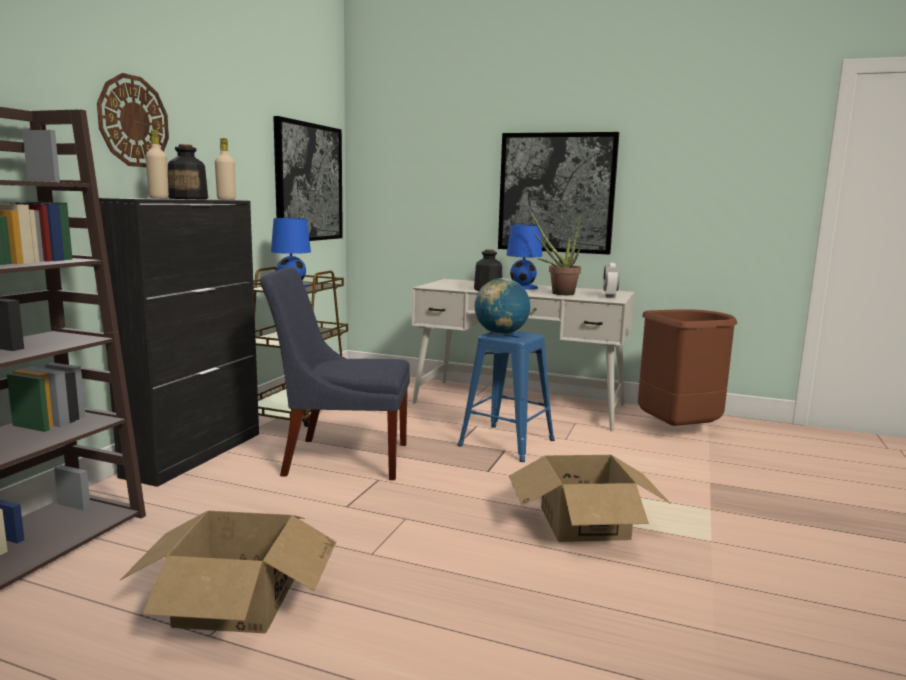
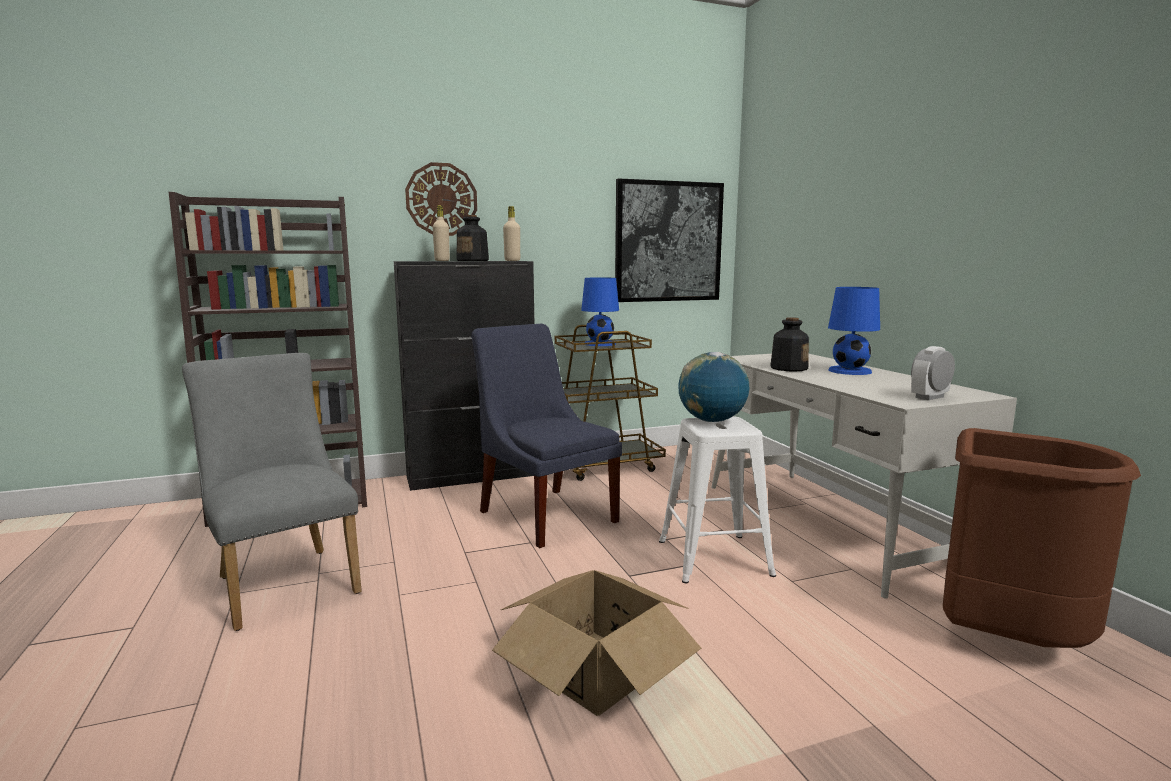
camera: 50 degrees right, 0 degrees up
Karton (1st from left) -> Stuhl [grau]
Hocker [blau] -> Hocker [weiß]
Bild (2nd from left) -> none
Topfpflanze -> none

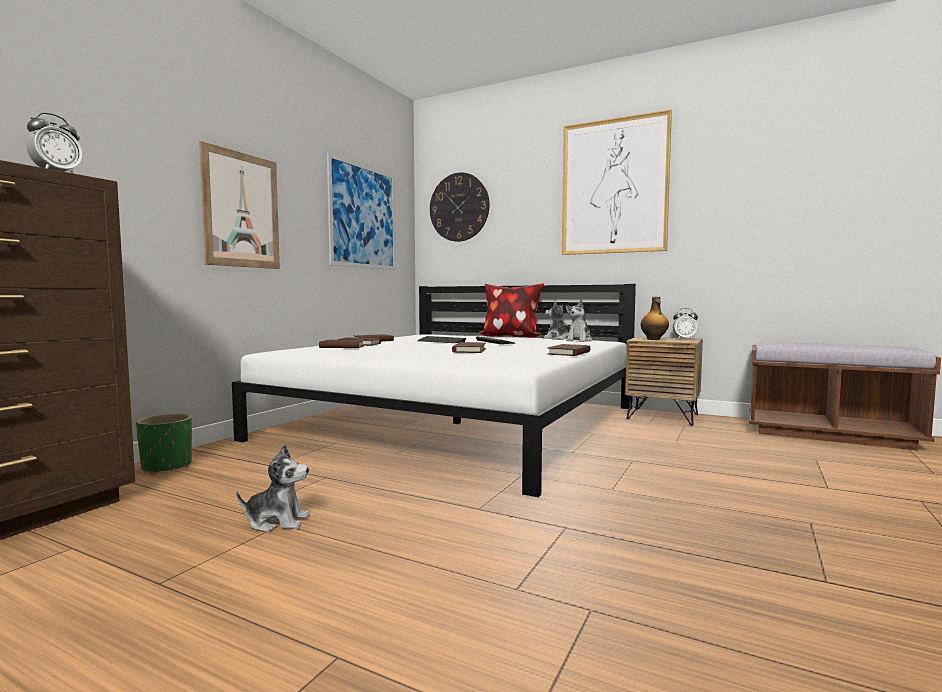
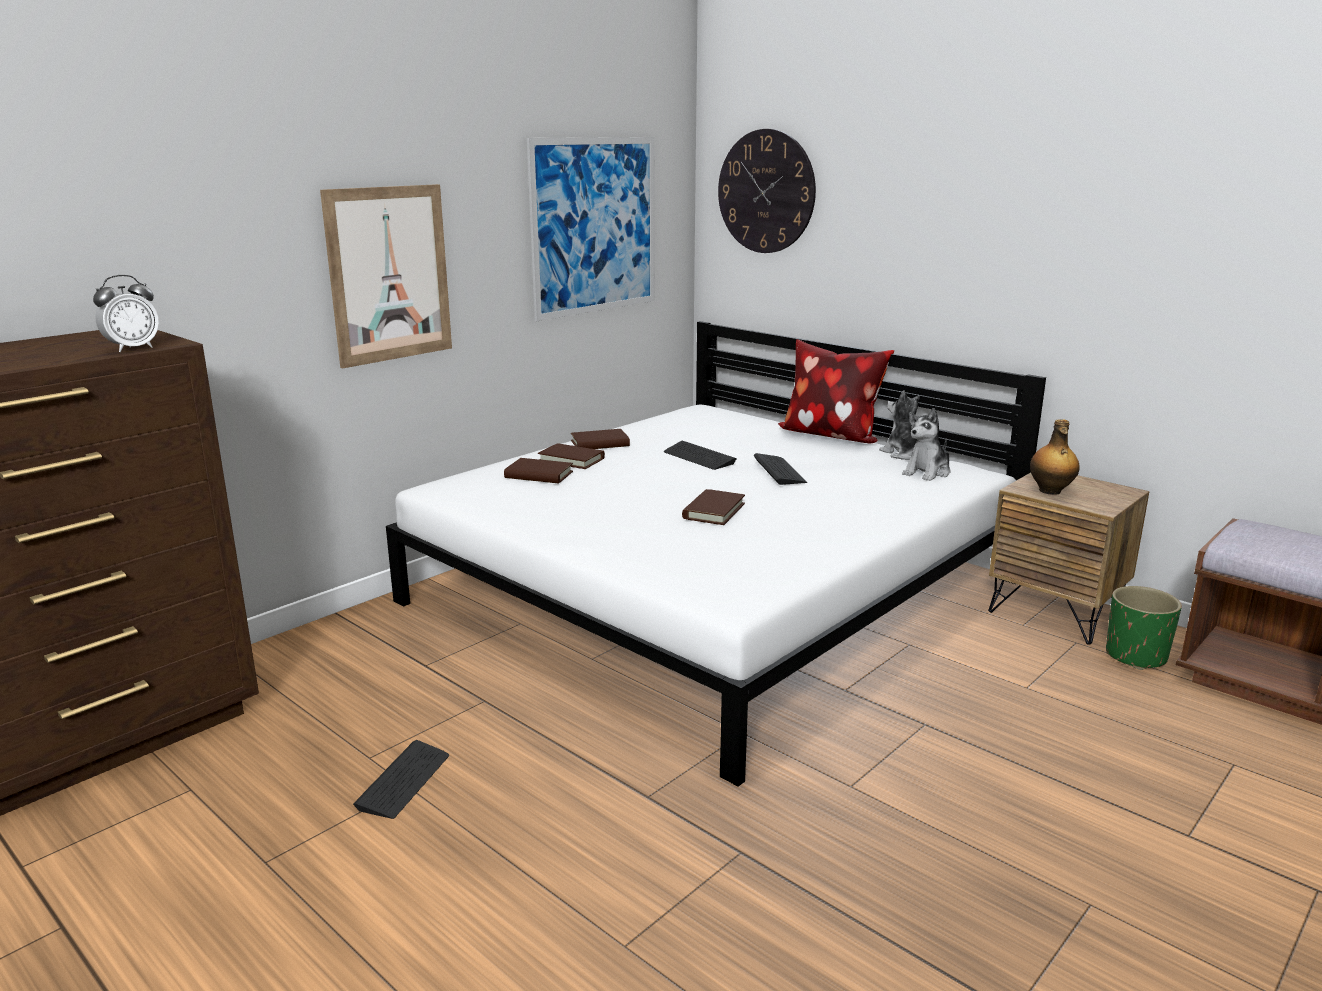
camera: 15 degrees right, 15 degrees up
Pflanzkübel [grün], moved
Plüschtier (1st from left) -> Tastatur (1st from left)
Buch [braun] (5th from left) -> none
Bild (3rd from left) -> none
Wecker (2nd from left) -> none

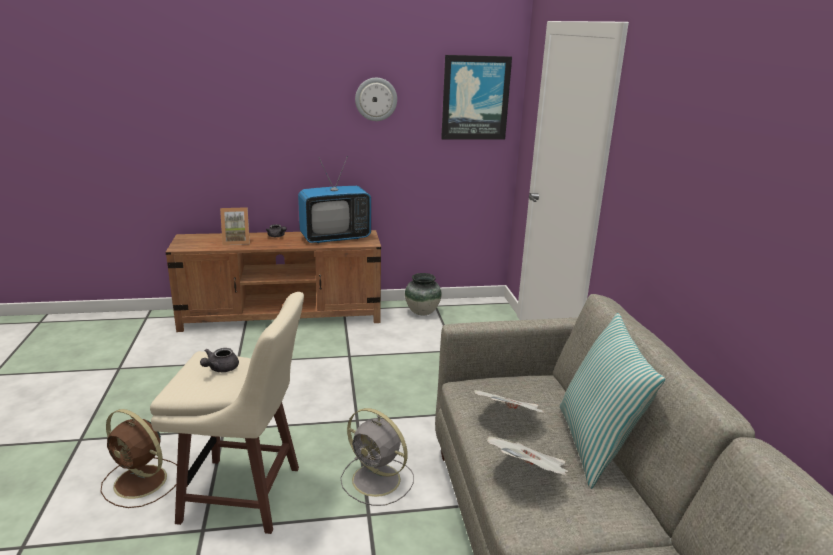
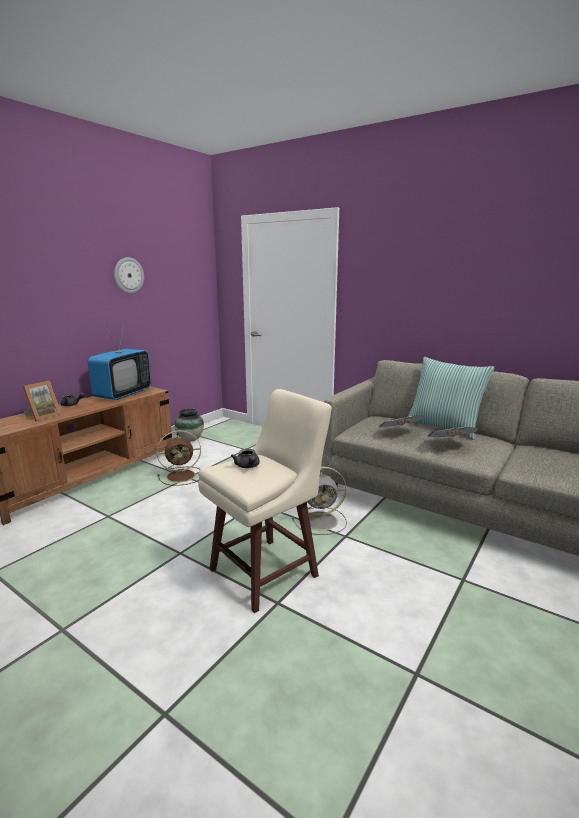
camera: 45 degrees left, 5 degrees down
Ventilator [braun], moved
Bild -> none

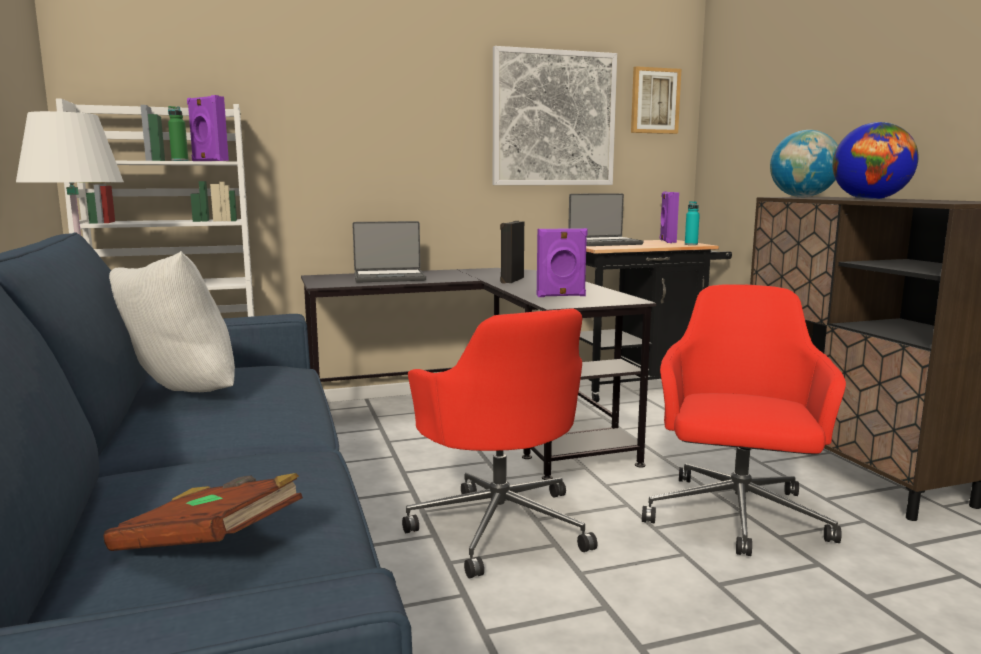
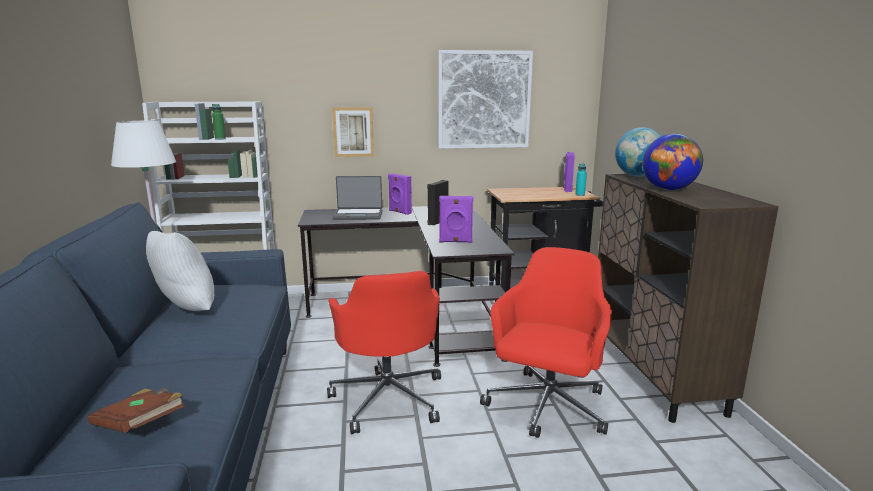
camera: 10 degrees right, 5 degrees up
Lautsprecher [lila] (1st from left), moved
Laptop (2nd from left) -> none
Bild (2nd from left in the first image) -> Bild (1st from left), moved

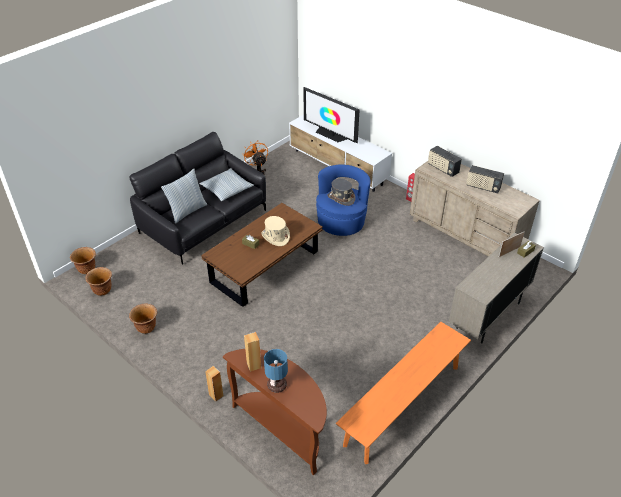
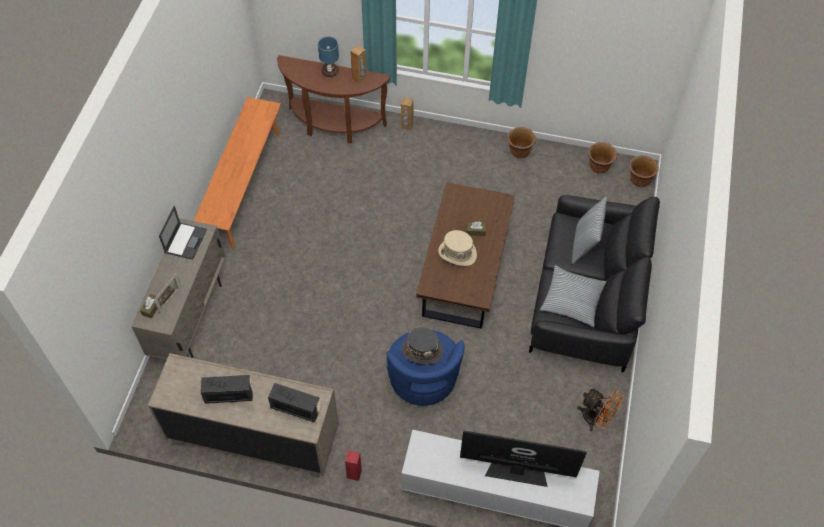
camera: 150 degrees right, 15 degrees up
none -> Laptop

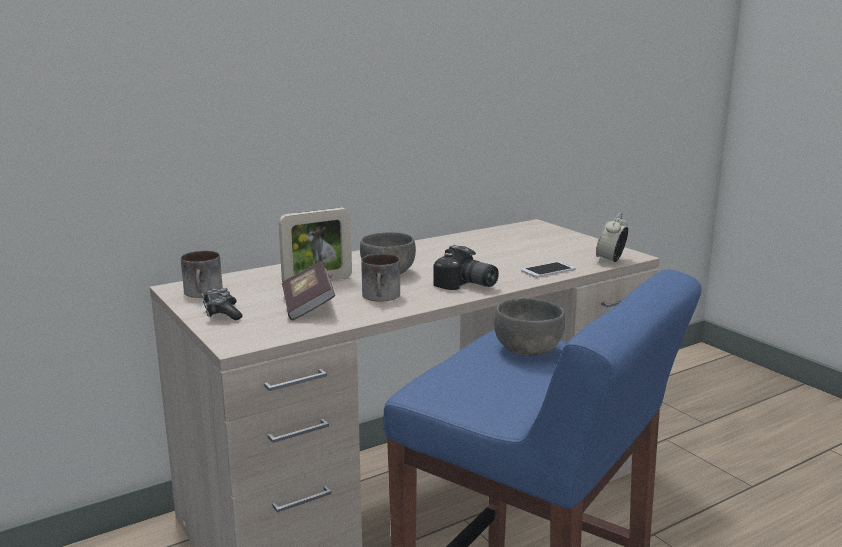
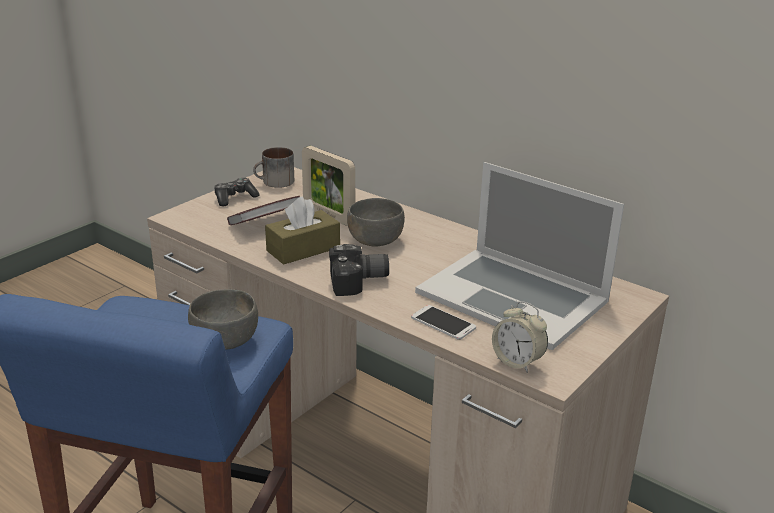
camera: 70 degrees right, 10 degrees up
Henkelbecher (2nd from left) -> Taschentuchbox [braun]
Kamera, 120 degrees counterclockwise
Wecker, 150 degrees counterclockwise
none -> Laptop

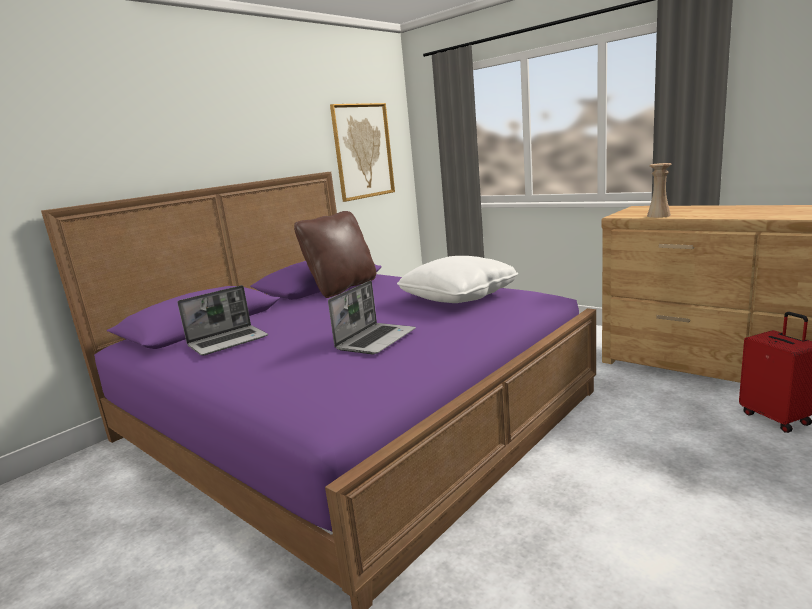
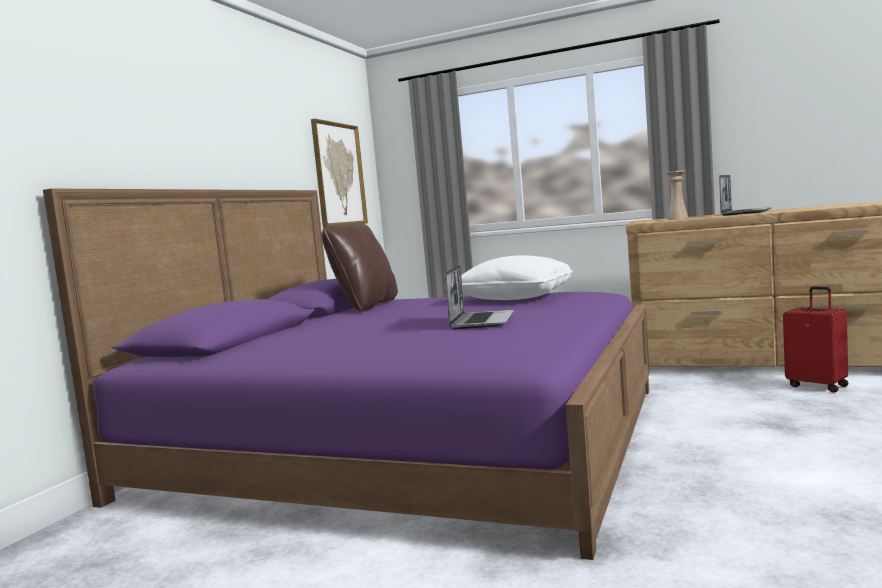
camera: 20 degrees left, 10 degrees down
Laptop (1st from left in the first image) -> Laptop (2nd from left), moved

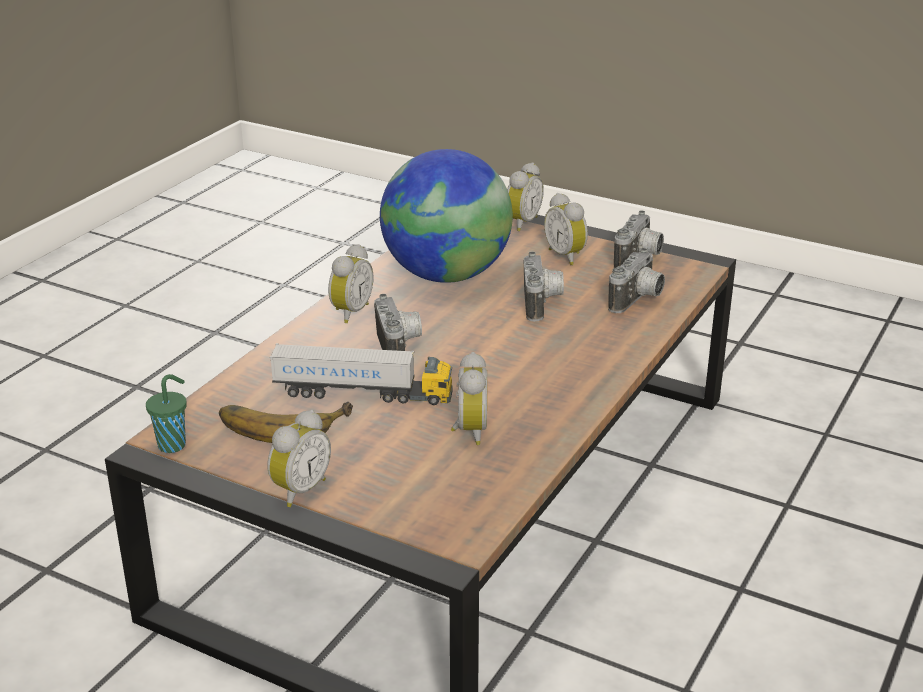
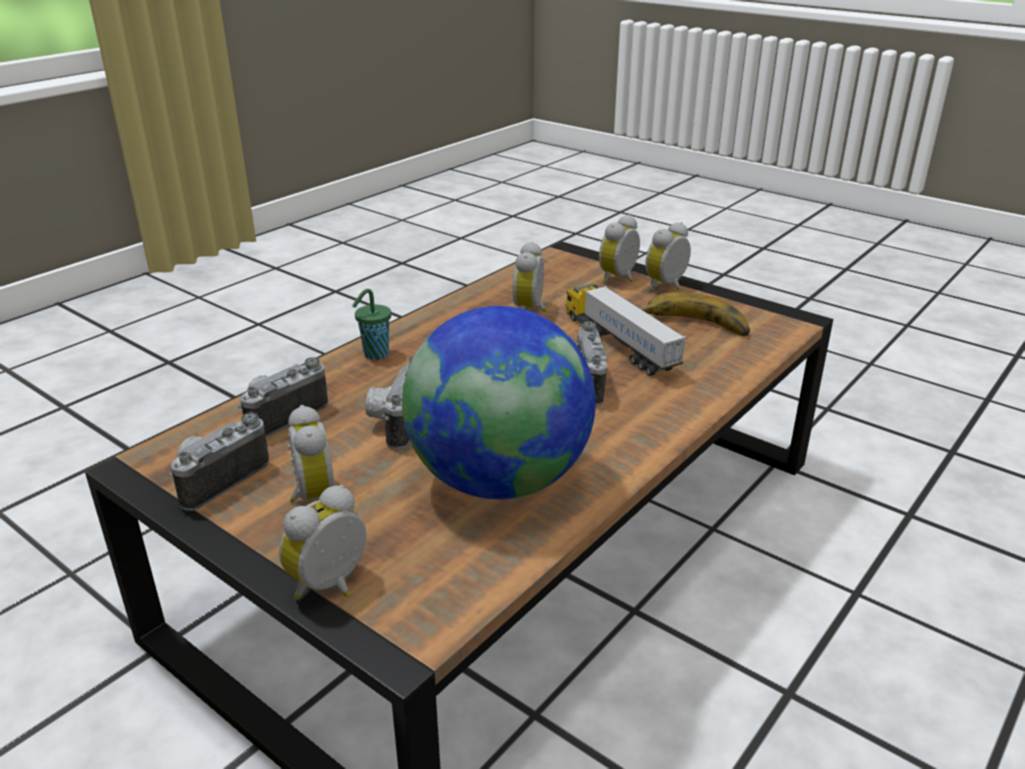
camera: 170 degrees left, 0 degrees up
Tasse [grün], moved
Spielzeuglaster, 45 degrees clockwise
Wecker (2nd from left in the first image) -> Wecker (4th from left), moved

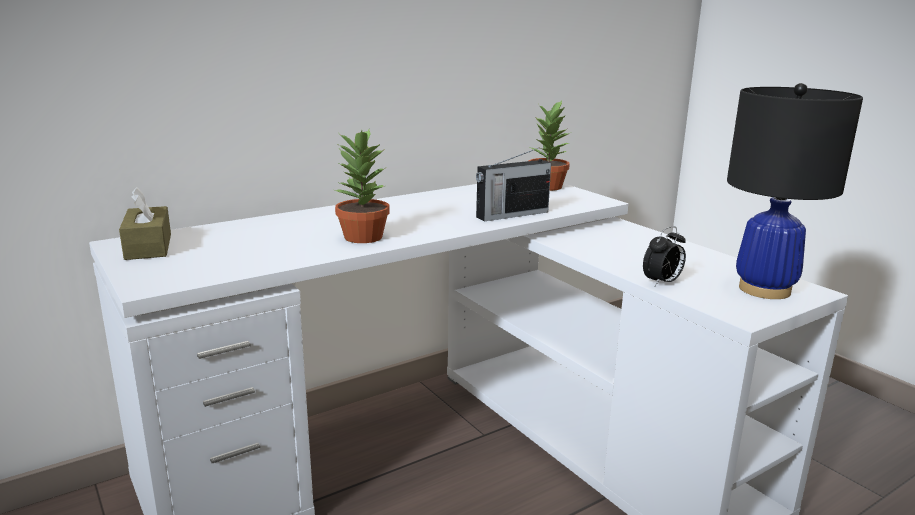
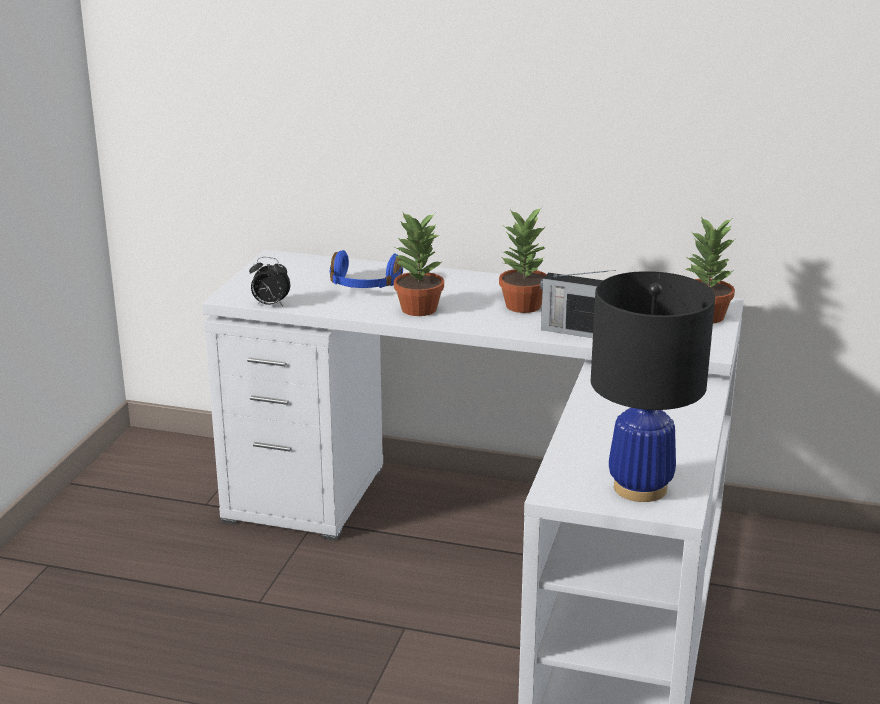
camera: 50 degrees right, 5 degrees up
Taschentuchbox [braun] -> none
Wecker, moved
none -> Kopfhörer [blau]
none -> Topfpflanze (2nd from left)

